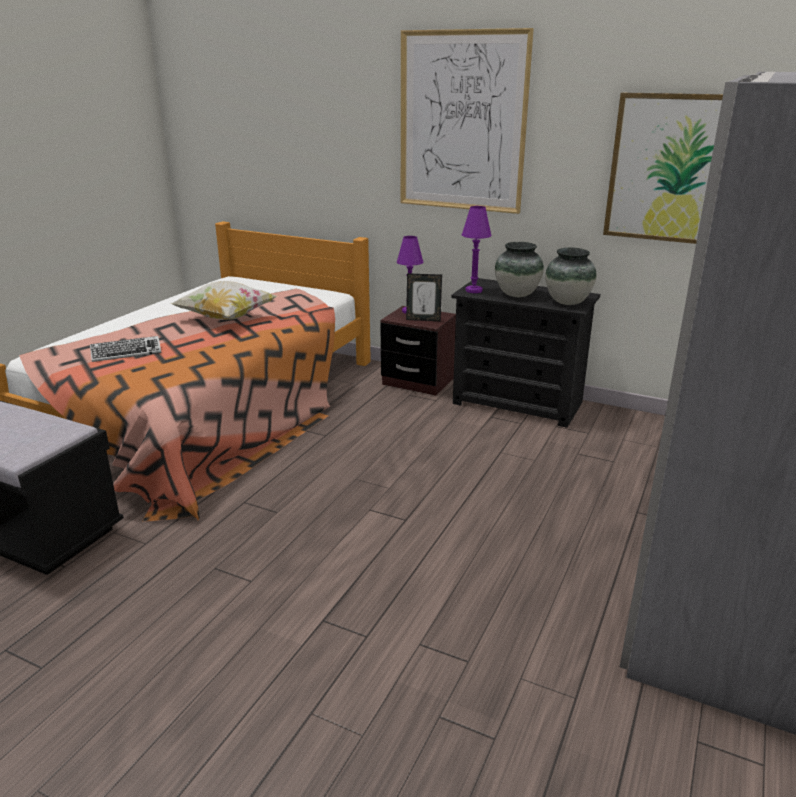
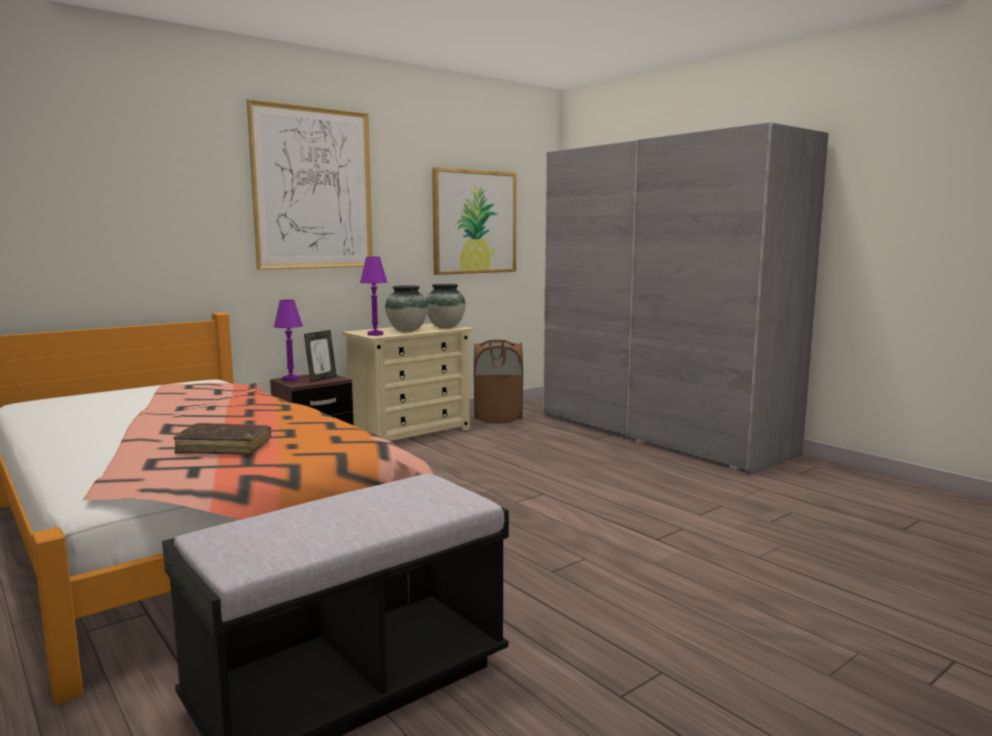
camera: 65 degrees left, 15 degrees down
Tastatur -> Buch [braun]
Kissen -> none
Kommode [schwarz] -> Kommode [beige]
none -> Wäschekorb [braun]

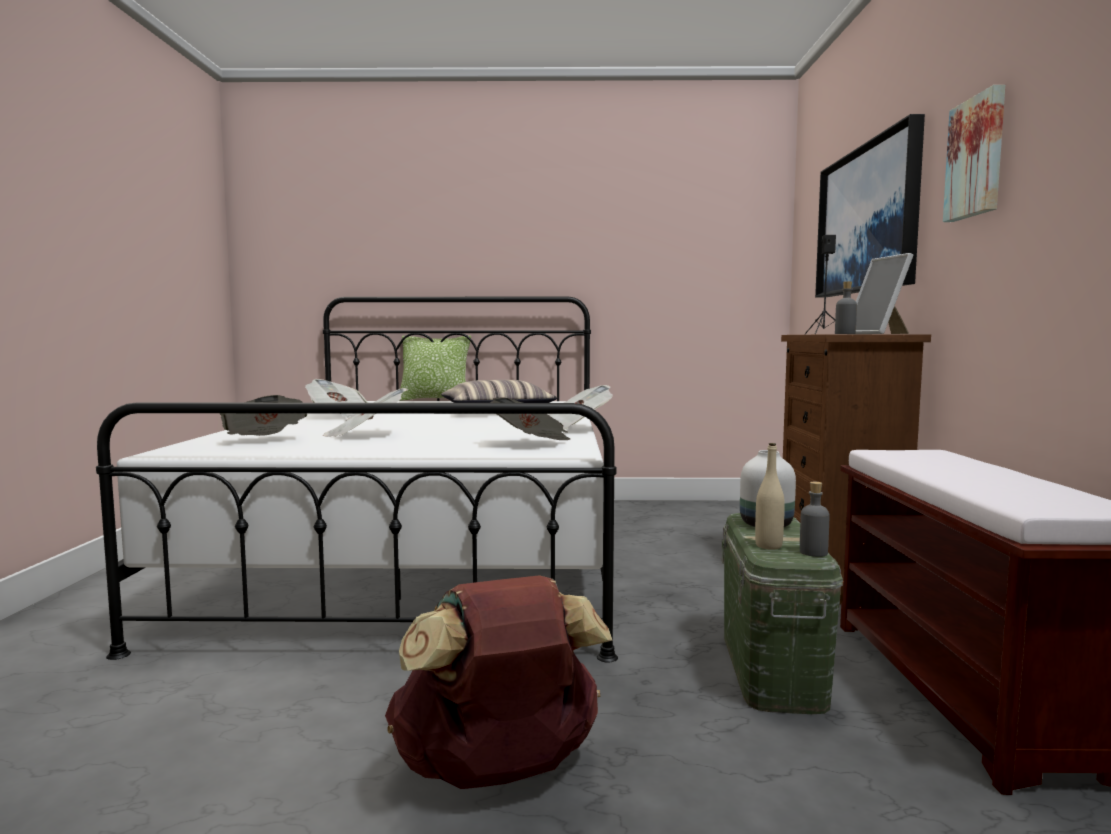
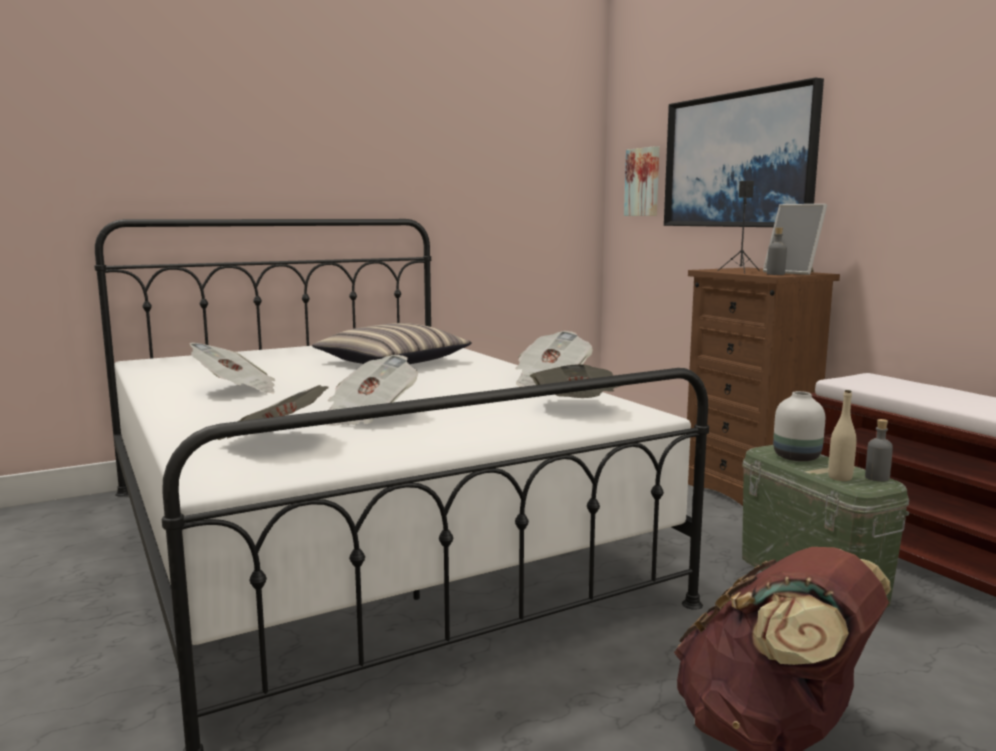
camera: 30 degrees left, 5 degrees up
Kissen (1st from left) -> none
Bild (2nd from left in the first image) -> Bild (1st from left), moved

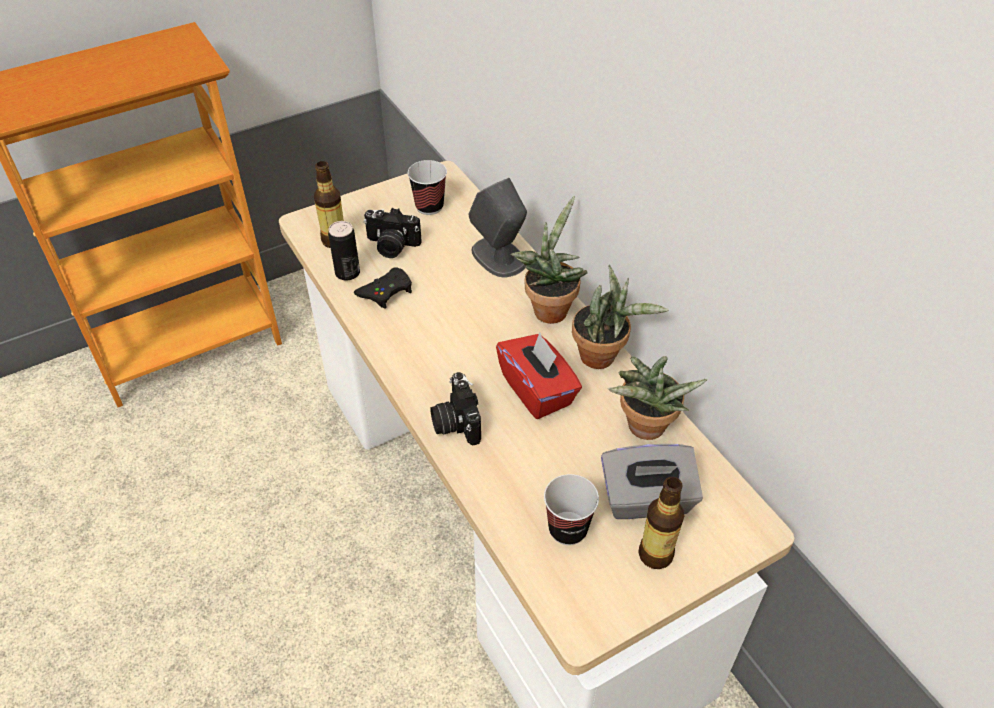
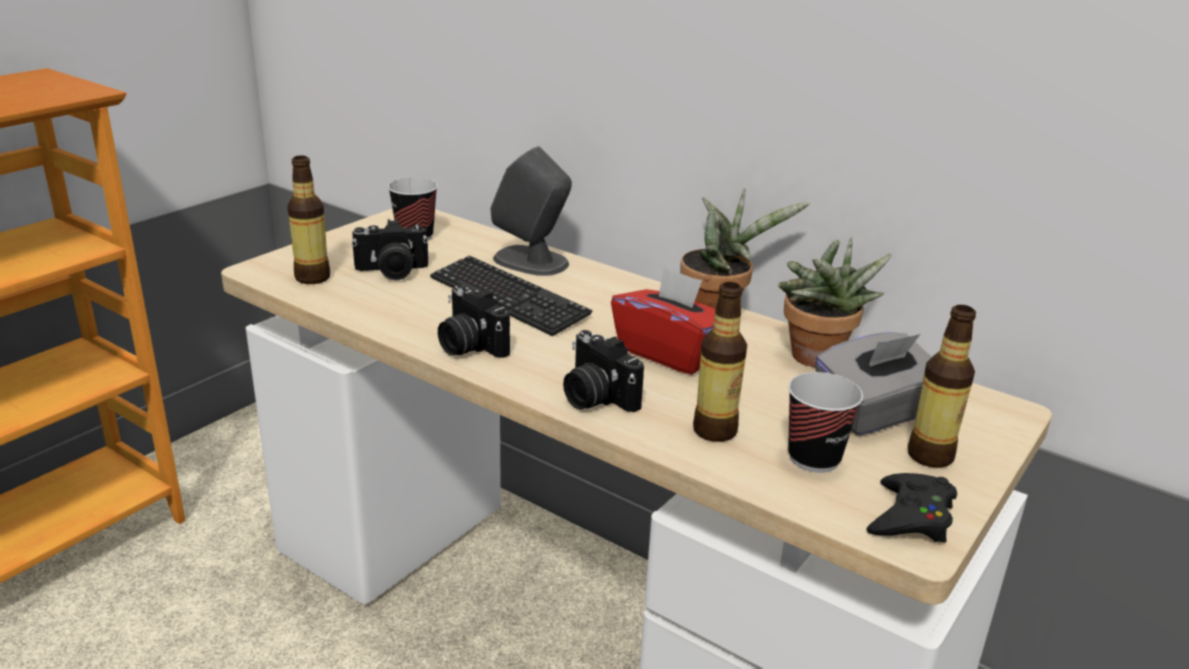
camera: 25 degrees left, 20 degrees down
Dose -> none
Gamepad [schwarz], moved
Topfpflanze (1st from left) -> none
none -> Tastatur
none -> Kamera (2nd from left)
none -> Flasche (2nd from left)

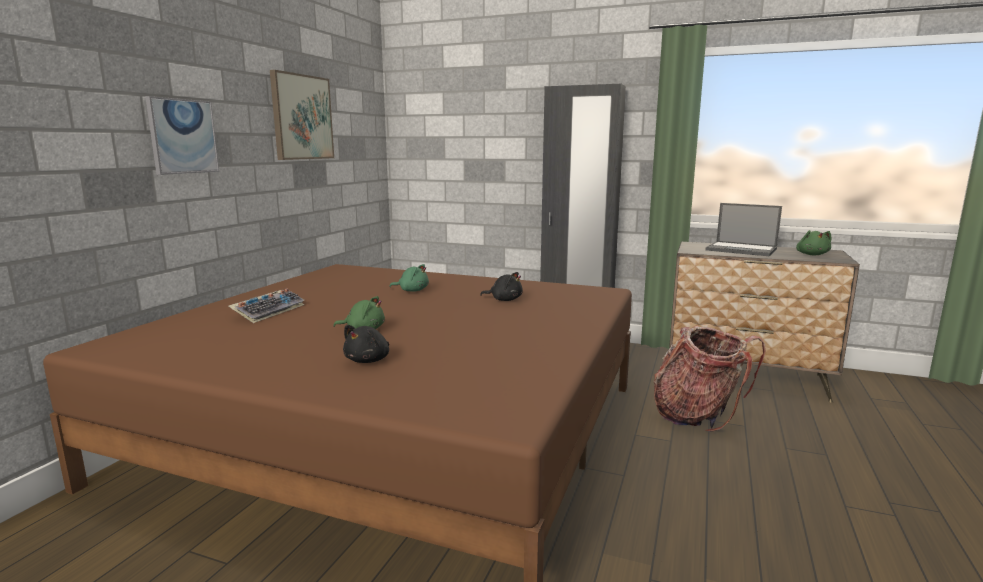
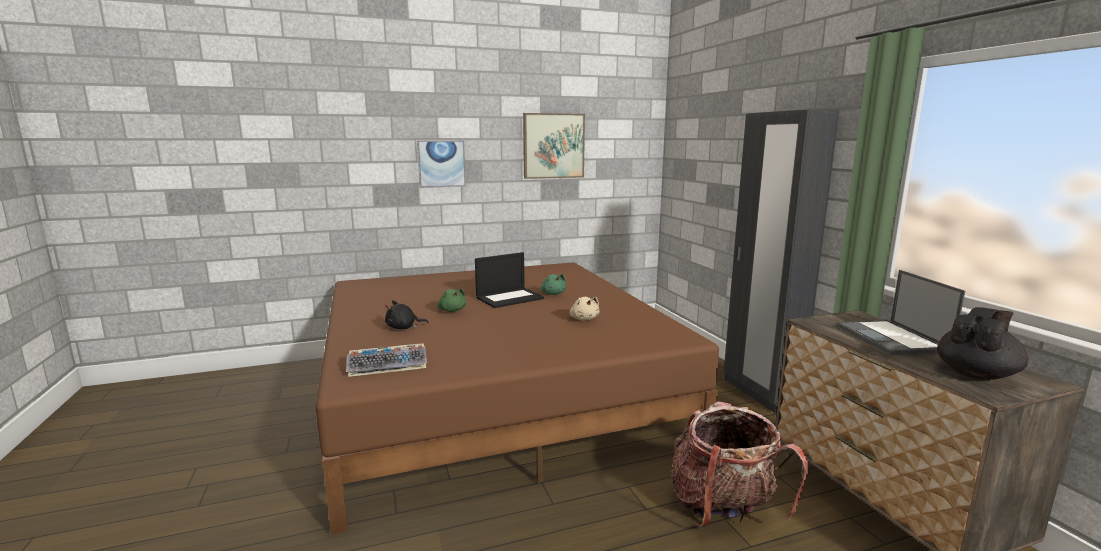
camera: 50 degrees right, 0 degrees up
Tastatur, moved
Plüschtier [schwarz] (2nd from left) -> Plüschtier [beige]
Plüschtier [grün] (3rd from left) -> Teekanne [schwarz]
none -> Laptop (1st from left)

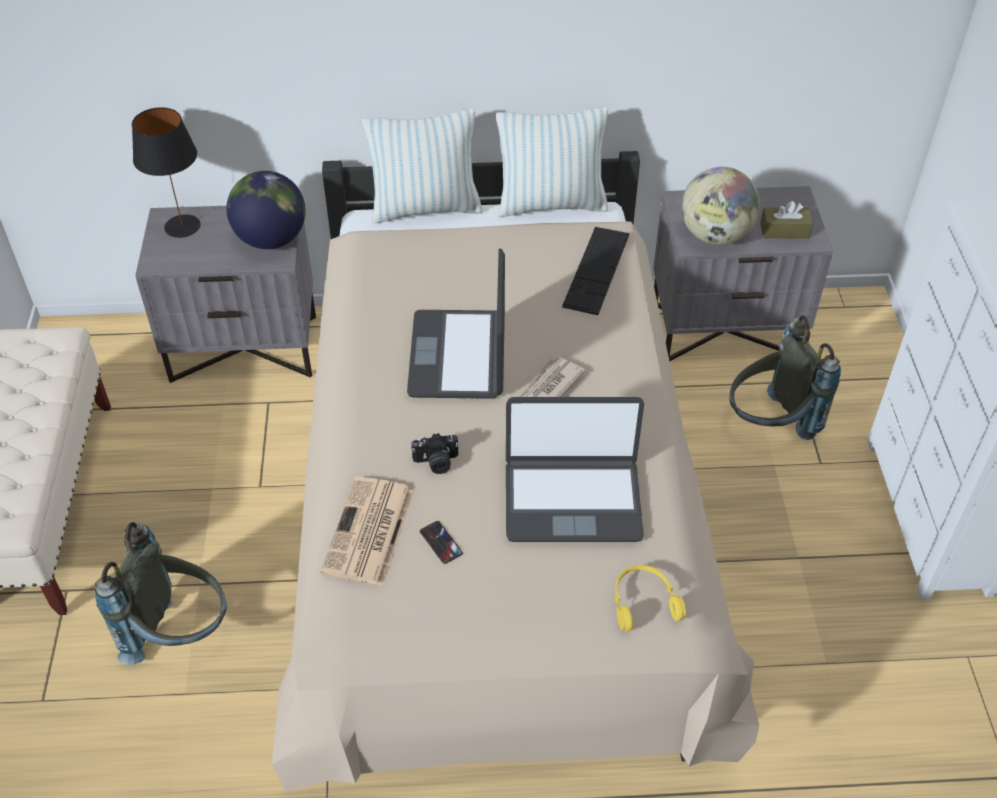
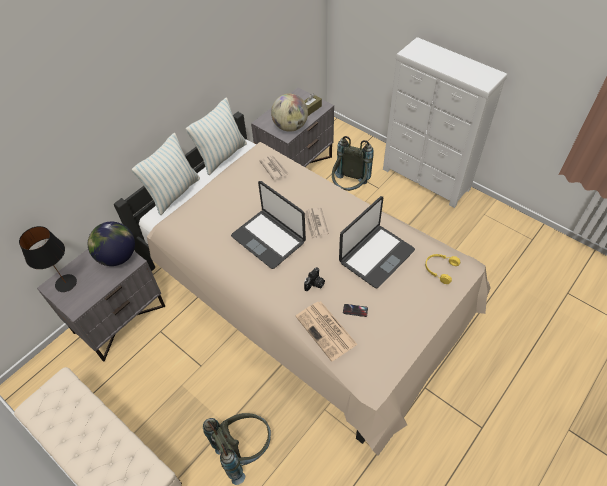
camera: 45 degrees left, 5 degrees up
Tastatur -> Zeitung (1st from left)

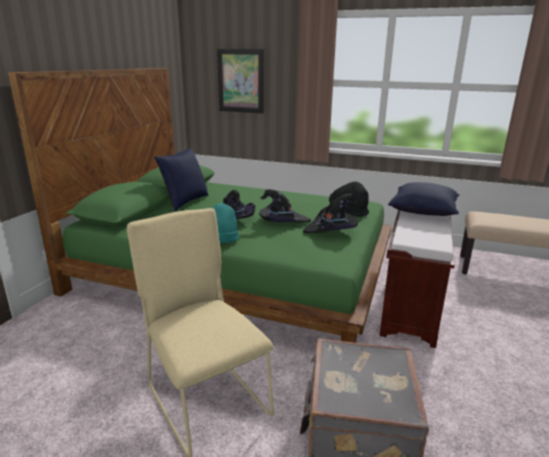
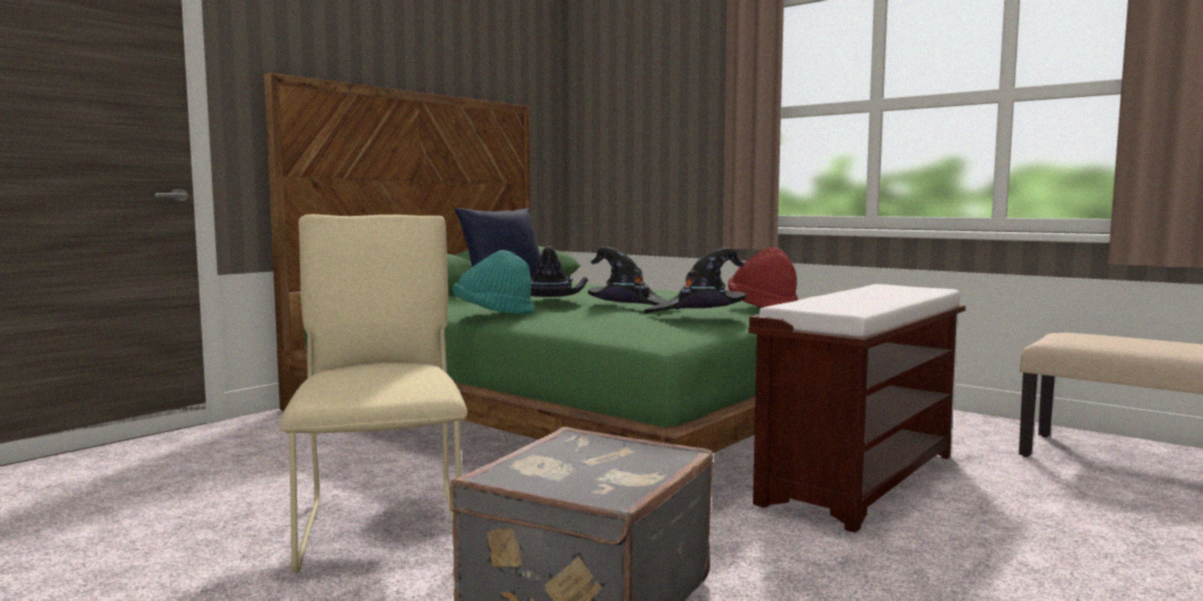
camera: 20 degrees right, 15 degrees down
Bild -> none
Hut [schwarz] (4th from left) -> Hut [rot]
Kissen [blau] (2nd from left) -> none

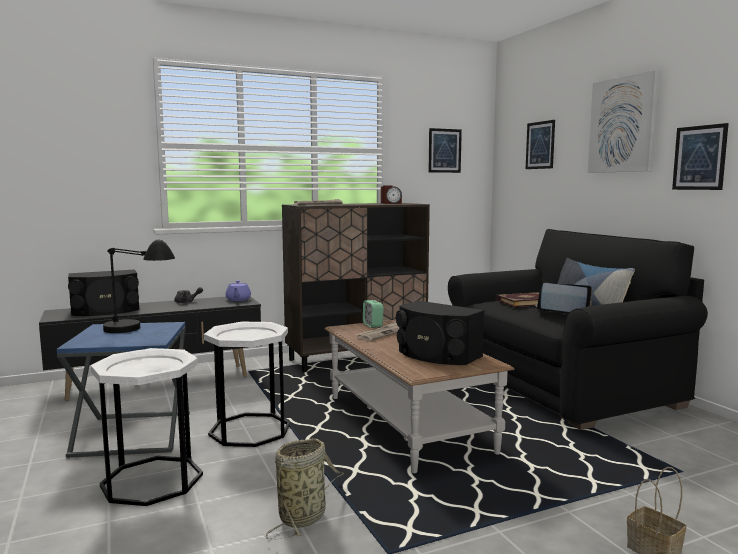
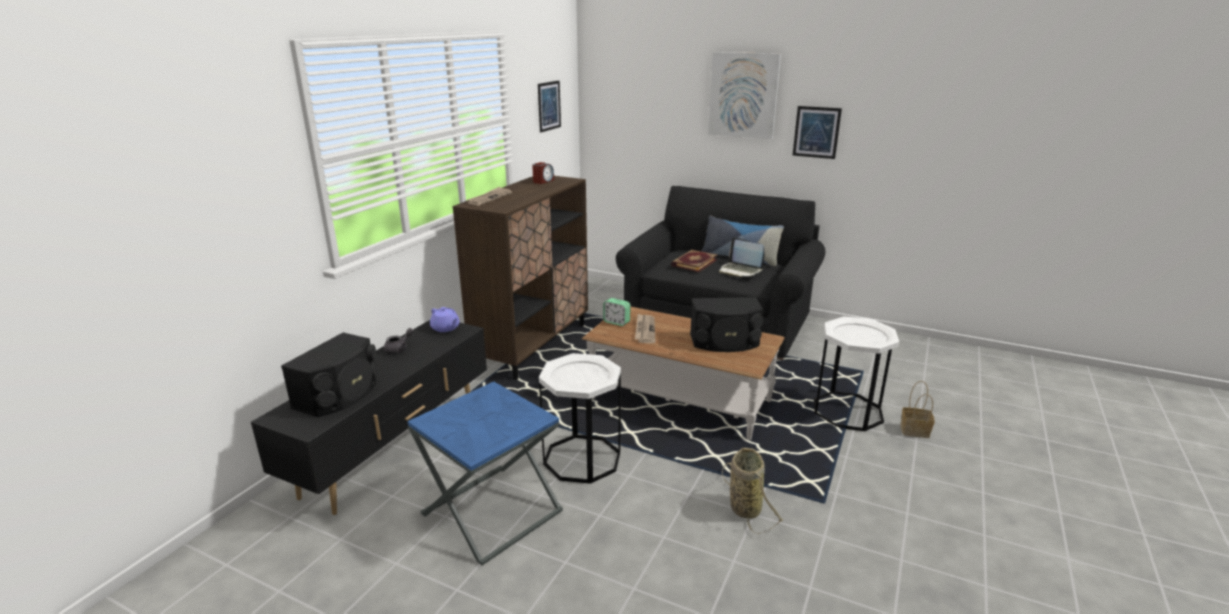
camera: 40 degrees left, 15 degrees up
Beistelltisch [weiß] (1st from left in the first image) -> Beistelltisch [weiß] (2nd from left), moved
Tischlampe [schwarz] -> none
Bild (2nd from left) -> none
Laptop, 120 degrees counterclockwise

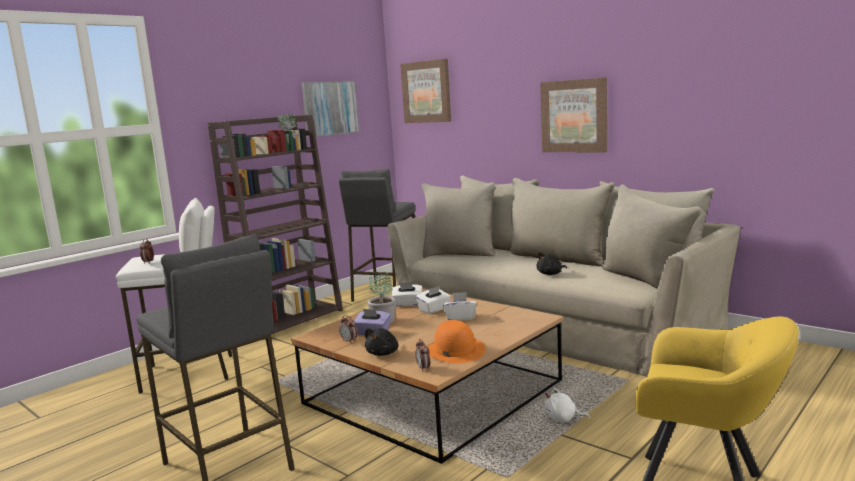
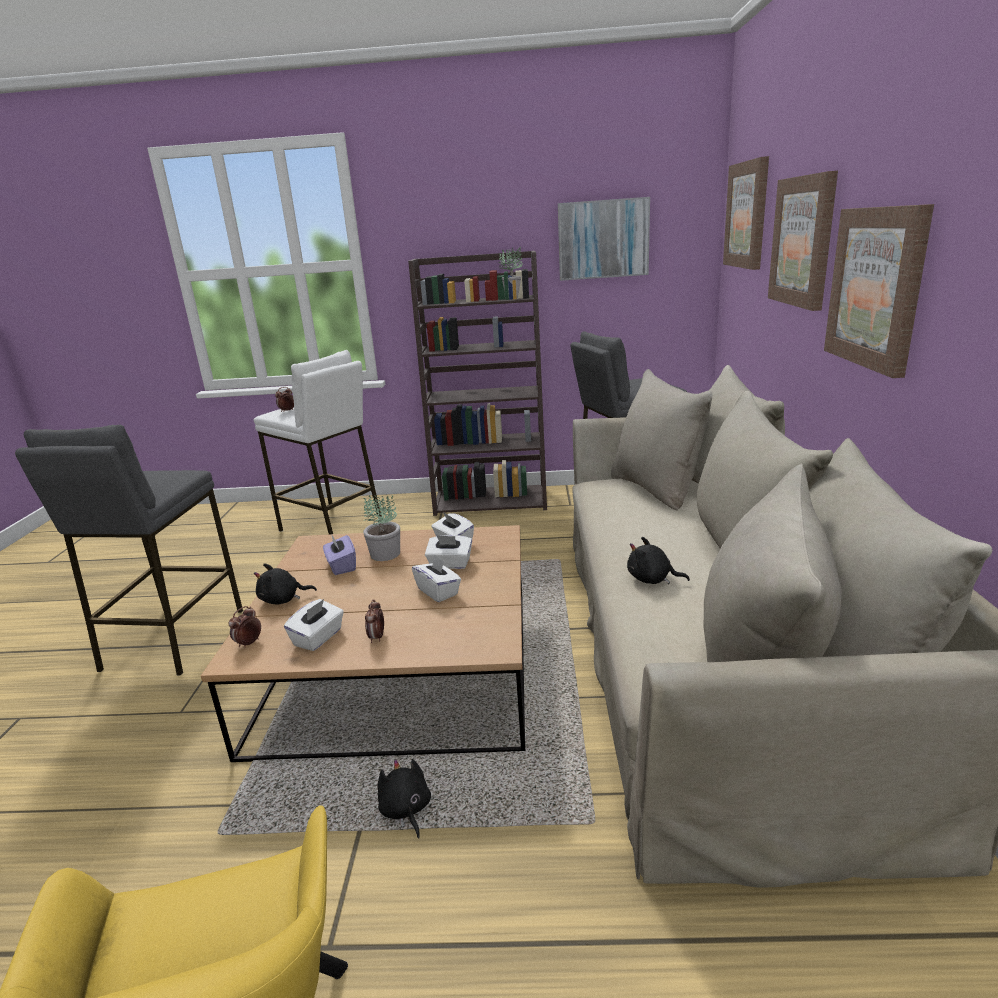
camera: 50 degrees right, 10 degrees up
Wecker (2nd from left in the first image) -> Wecker (3rd from left), moved
Hut [orange] -> Taschentuchbox [weiß] (1st from left)
Plüschtier [weiß] -> Plüschtier [schwarz] (2nd from left)
none -> Bild (3rd from left)

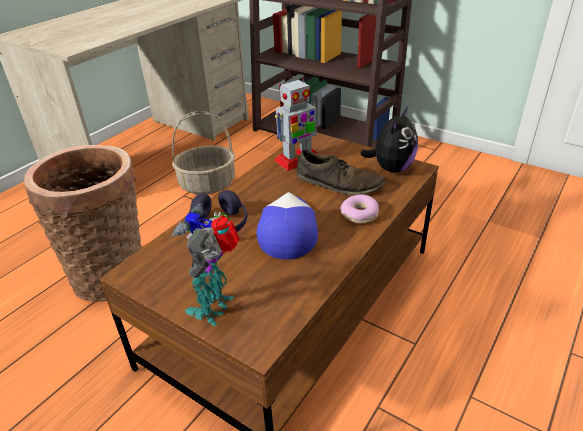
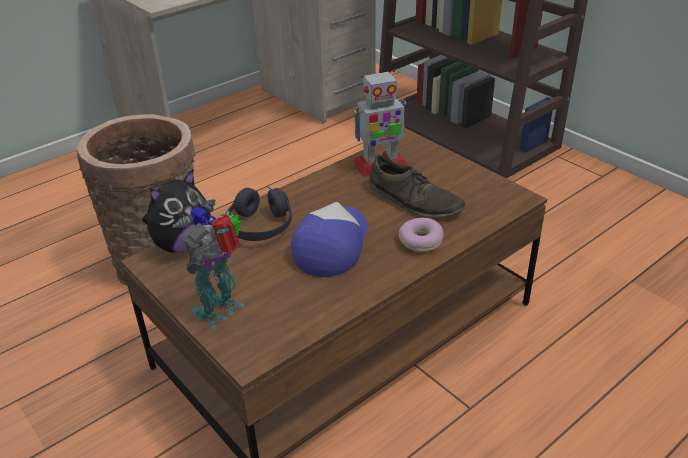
camera: 15 degrees right, 0 degrees up
Korb (2nd from left) -> none
Plüschtier, moved

